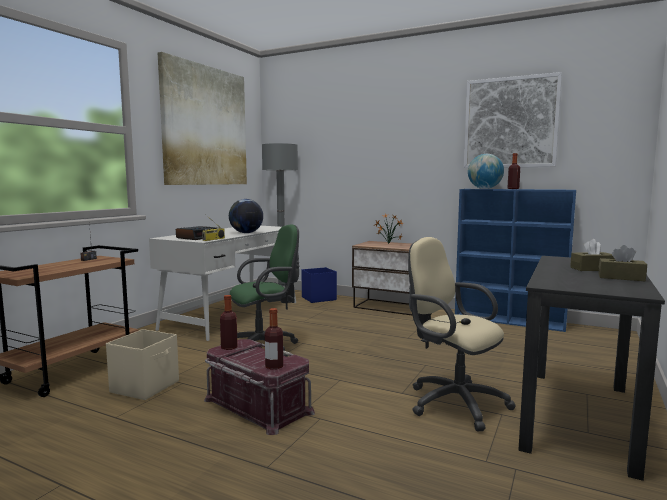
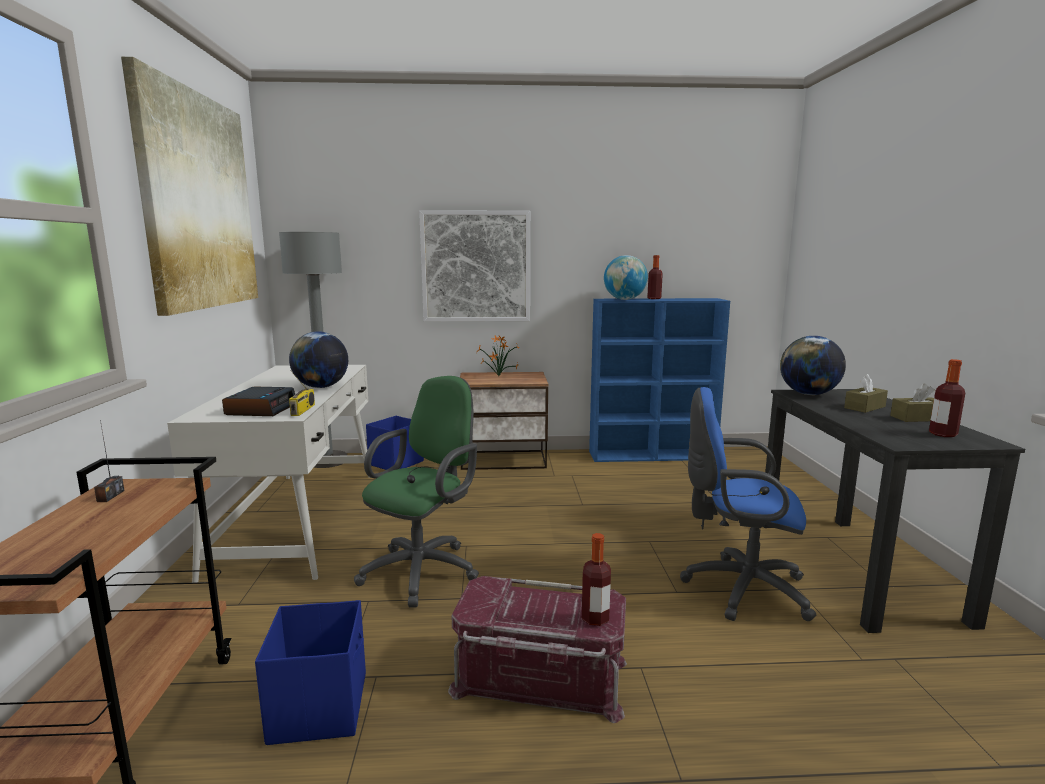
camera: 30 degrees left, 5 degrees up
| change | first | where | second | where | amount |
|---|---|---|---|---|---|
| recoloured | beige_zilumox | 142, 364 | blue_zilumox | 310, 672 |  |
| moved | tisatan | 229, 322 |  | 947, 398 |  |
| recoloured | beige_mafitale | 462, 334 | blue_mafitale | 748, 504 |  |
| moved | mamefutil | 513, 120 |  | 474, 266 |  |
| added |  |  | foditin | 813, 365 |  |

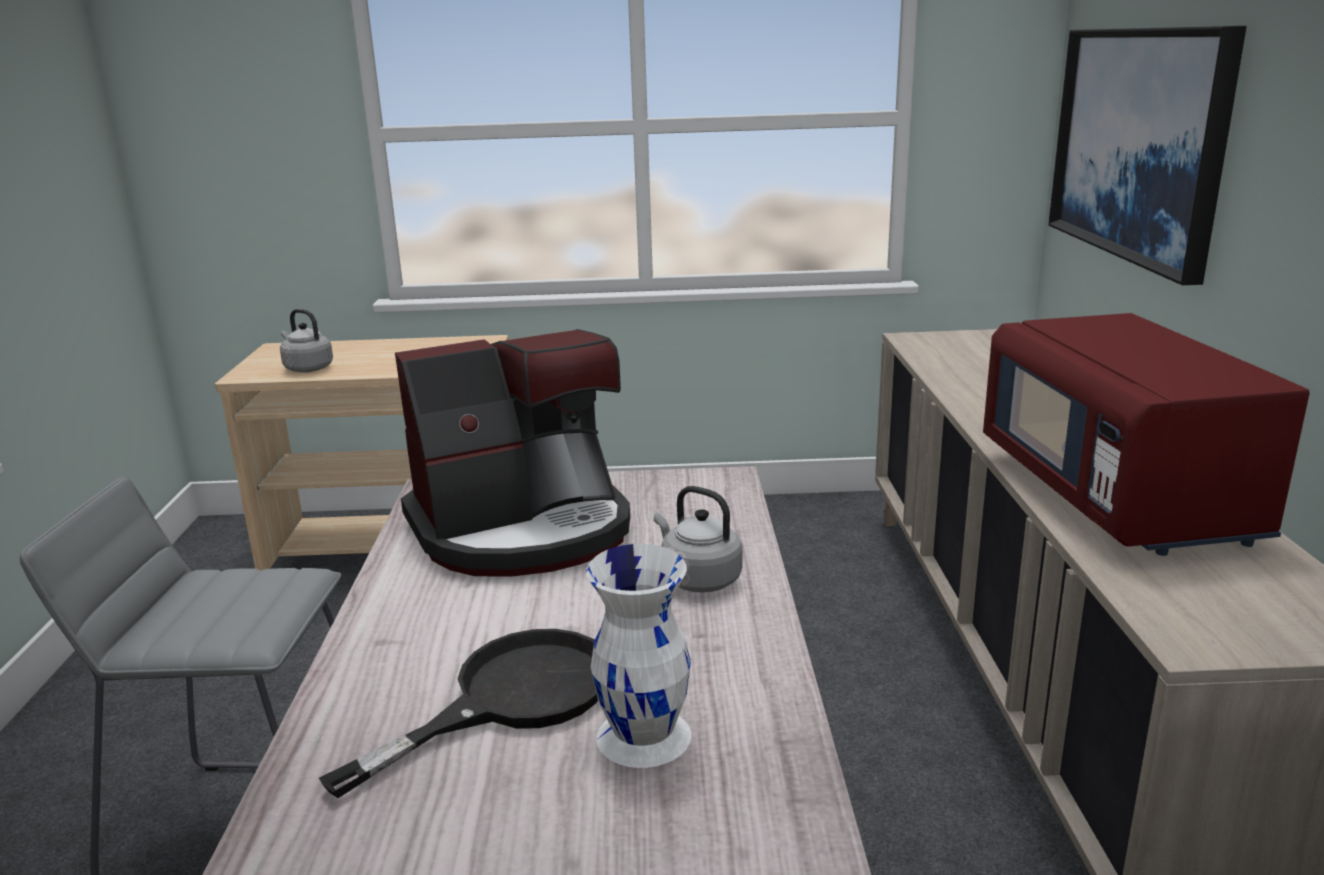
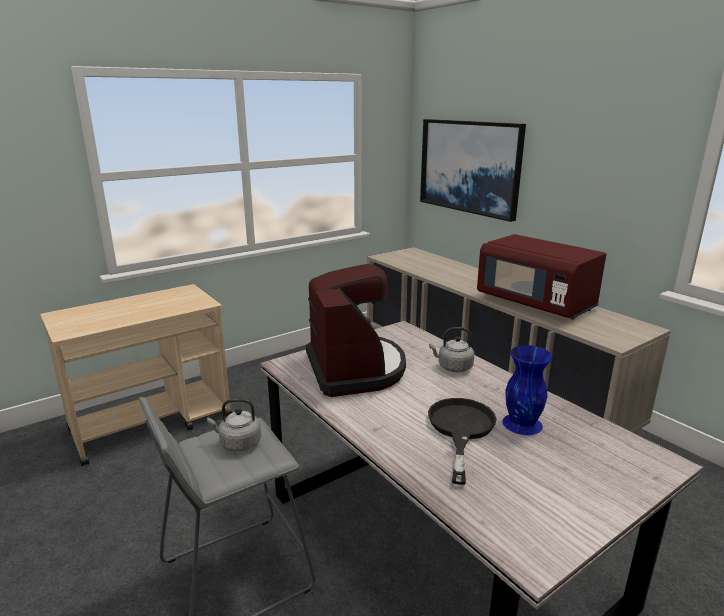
camera: 35 degrees left, 0 degrees up
| change | first | where | second | where | amount |
|---|---|---|---|---|---|
| moved | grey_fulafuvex | 306, 340 |  | 234, 425 |  |
| turned | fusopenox | 512, 453 |  | 356, 330 | 45 degrees counterclockwise |
| recoloured | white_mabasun | 638, 656 | blue_mabasun | 527, 390 |  |

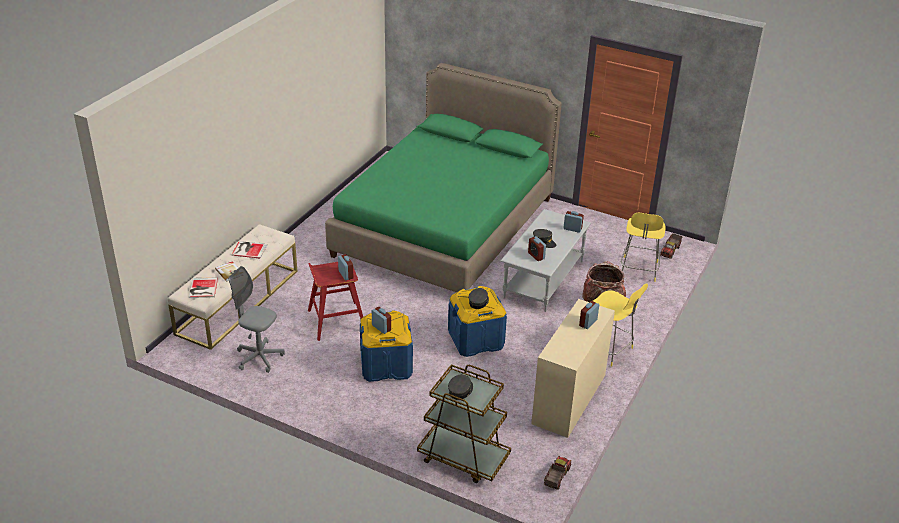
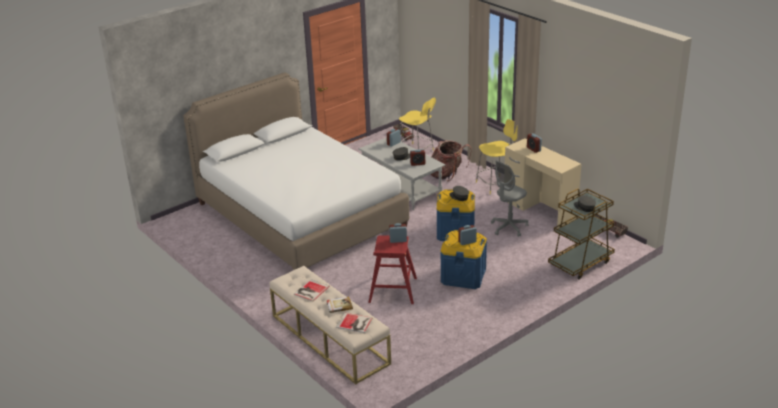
camera: 65 degrees left, 5 degrees down
| change | first | where | second | where | amount |
|---|---|---|---|---|---|
| moved | grey_mafitale | 257, 319 |  | 509, 198 |  |
| recoloured | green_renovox | 443, 177 | white_renovox | 296, 171 |  |

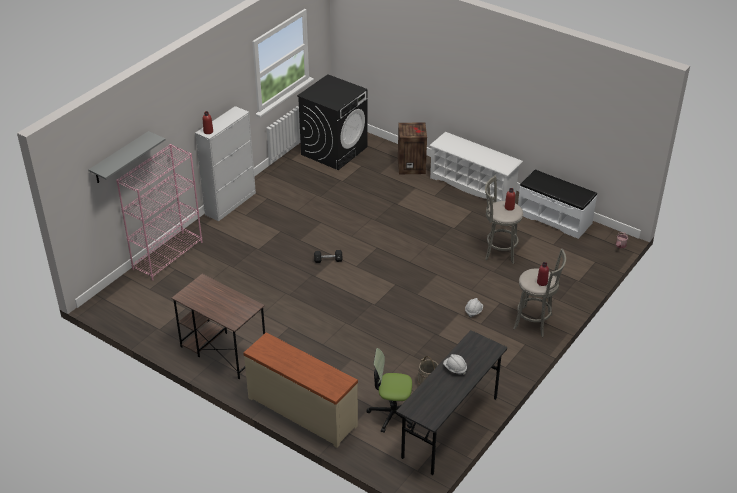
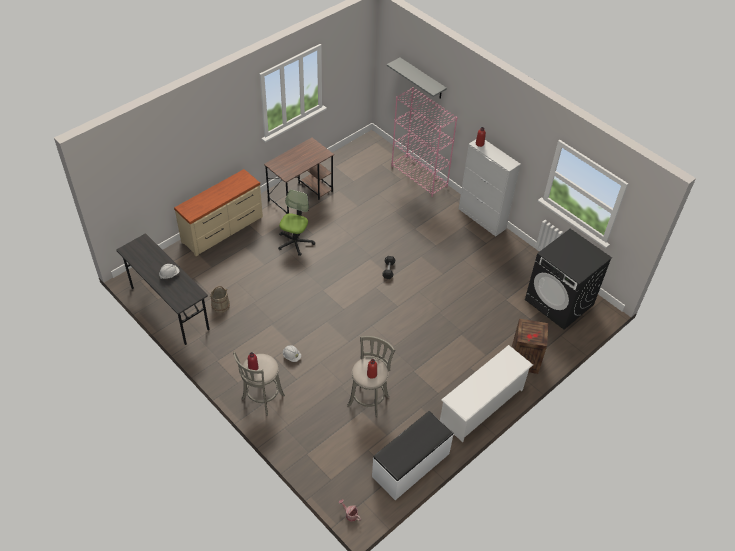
camera: 100 degrees right, 10 degrees up
| change | first | where | second | where | amount |
|---|---|---|---|---|---|
| moved | mafitale | 389, 390 |  | 296, 222 |  |

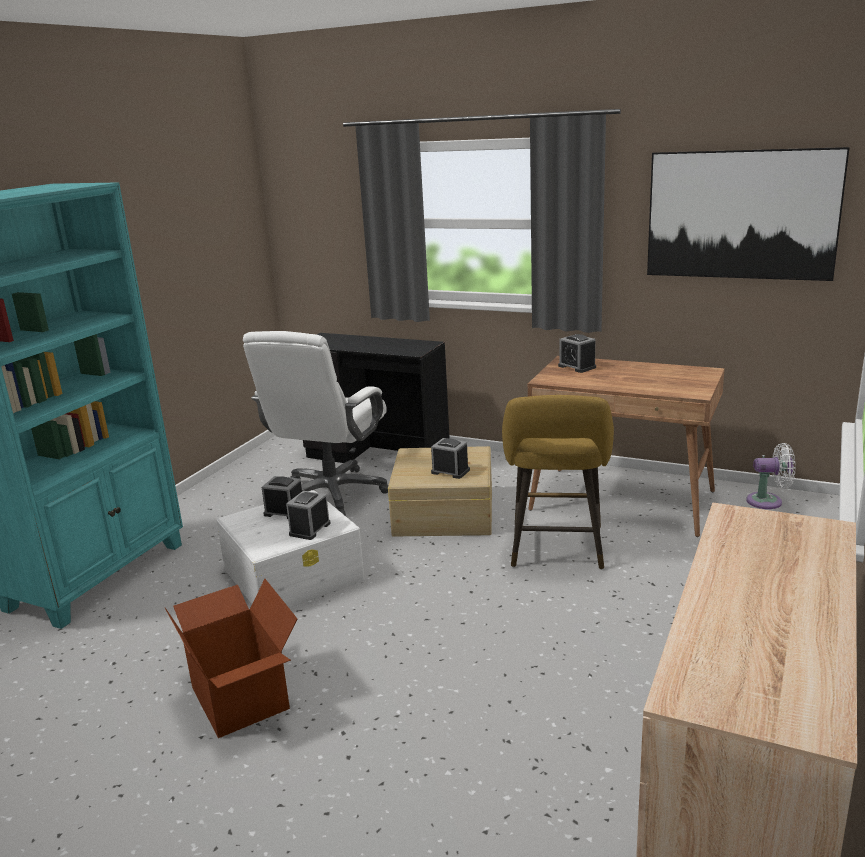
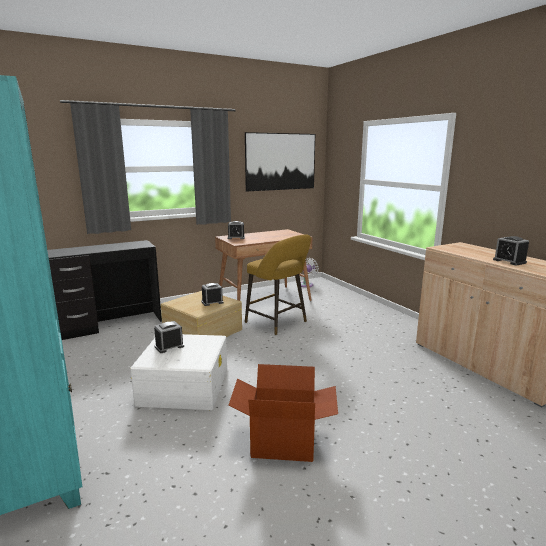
camera: 55 degrees left, 5 degrees down
| change | first | where | second | where | amount |
|---|---|---|---|---|---|
| removed | white_mafitale | 315, 423 |  |  |  |
| moved | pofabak | 308, 515 |  | 511, 250 |  |

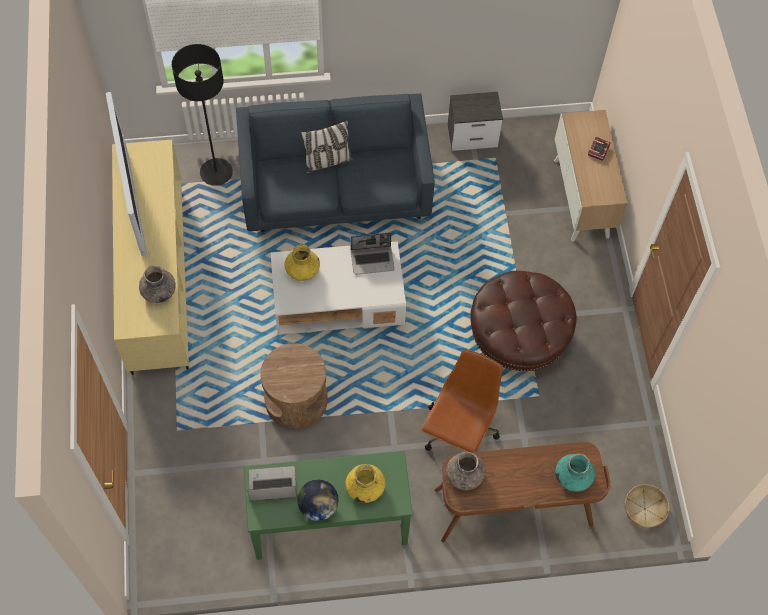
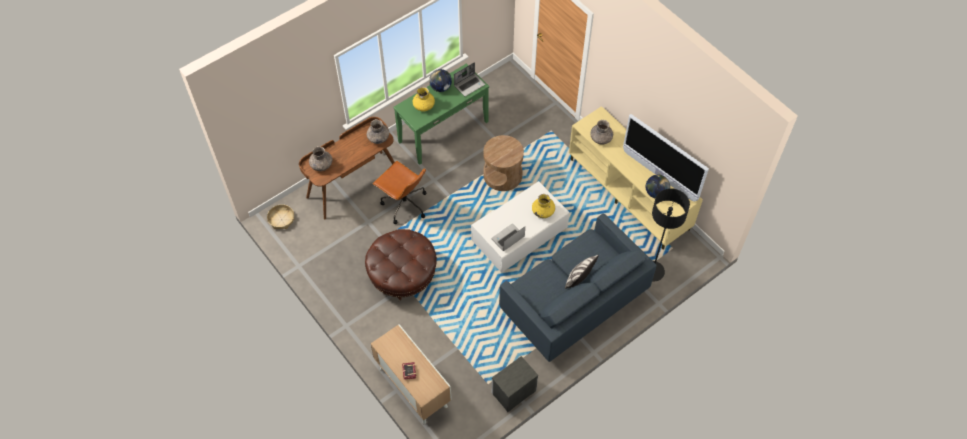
camera: 150 degrees right, 5 degrees down
| change | first | where | second | where | amount |
|---|---|---|---|---|---|
| turned | brown_mafitale | 462, 401 |  | 400, 192 | 45 degrees counterclockwise |
| recoloured | turquoise_mabasun | 575, 472 | grey_mabasun | 320, 158 |  |
| added |  |  | foditin | 658, 186 |  |

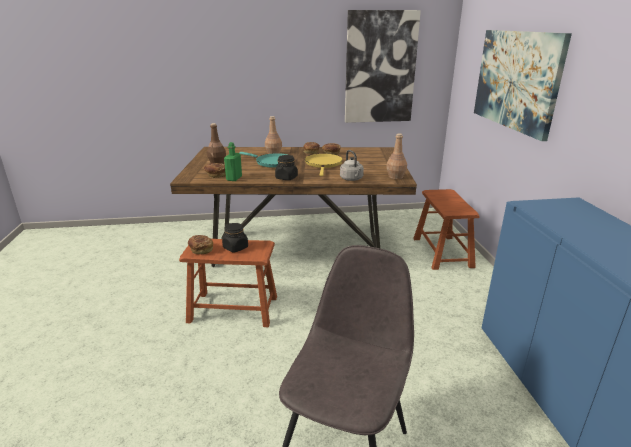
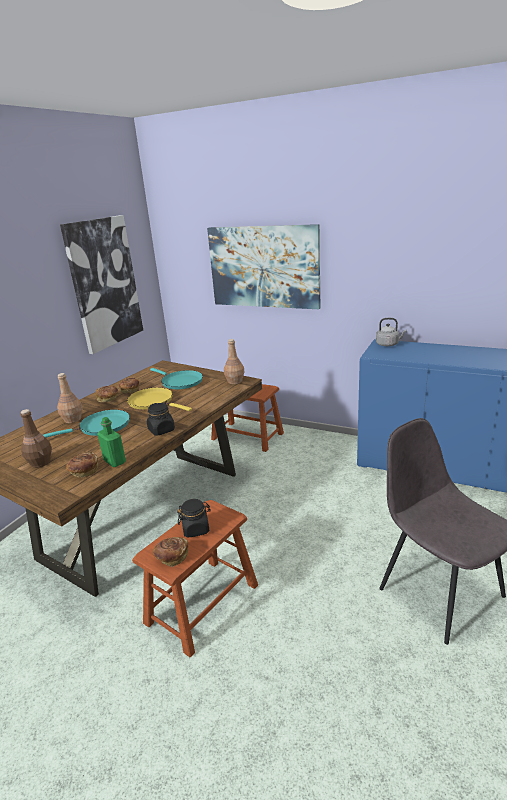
camera: 55 degrees left, 0 degrees up
| change | first | where | second | where | amount |
|---|---|---|---|---|---|
| moved | grey_fulafuvex | 352, 165 |  | 391, 332 |  |
| added |  |  | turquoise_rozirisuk | 176, 378 |  |

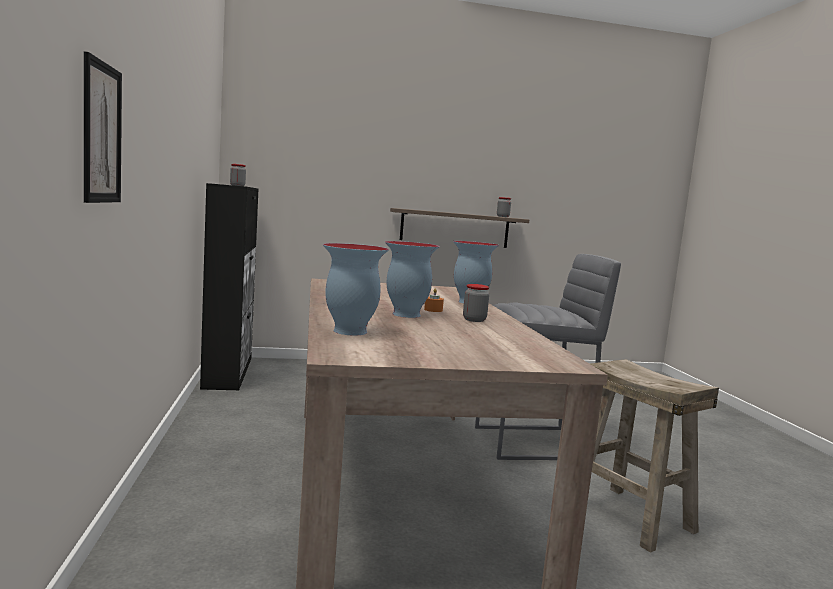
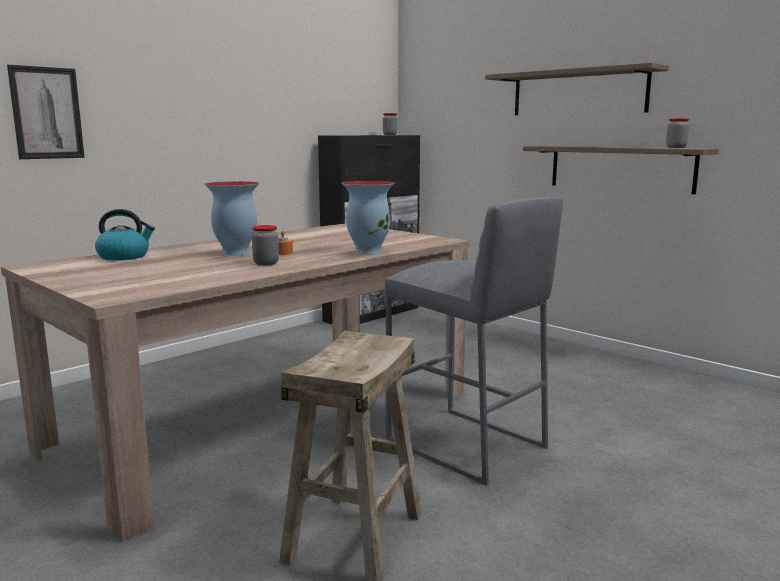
camera: 55 degrees right, 5 degrees up
| change | first | where | second | where | amount |
|---|---|---|---|---|---|
| replaced | mabasun | 356, 289 | fulafuvex | 125, 234 |  |
| added |  |  | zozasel | 577, 88 |  |

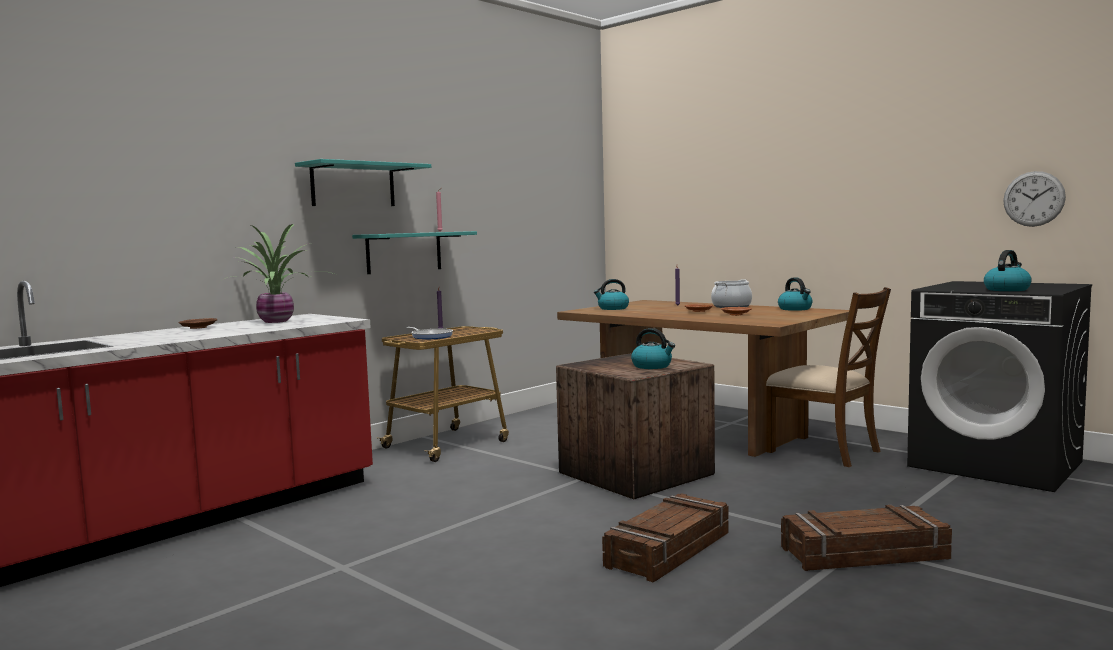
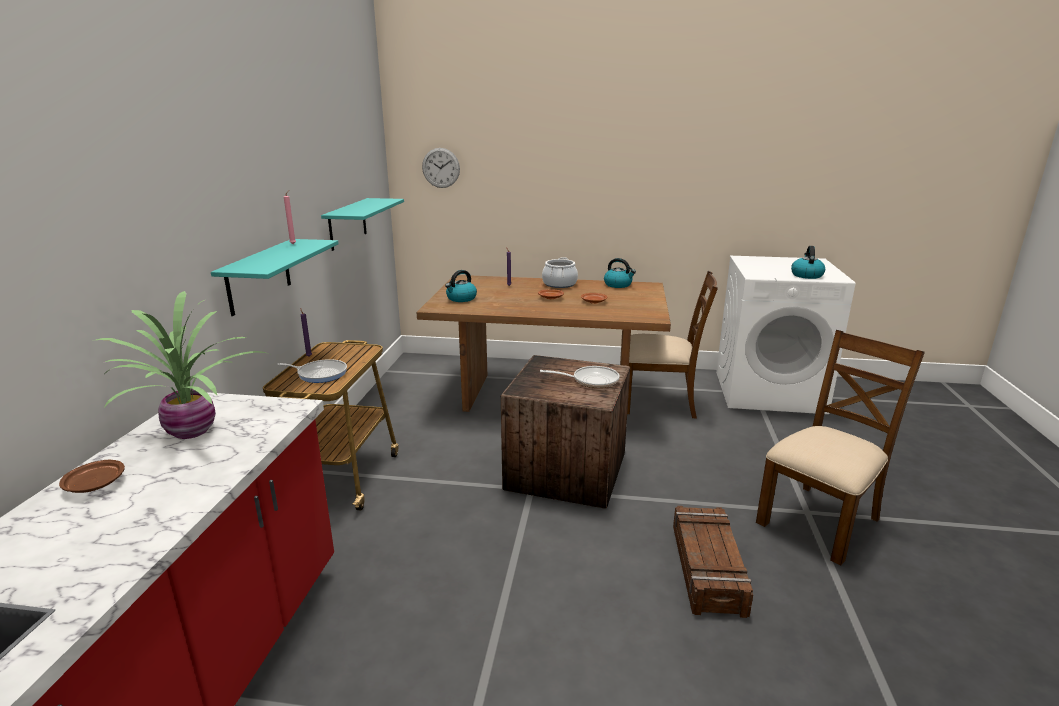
camera: 35 degrees left, 15 degrees up
| change | first | where | second | where | amount |
|---|---|---|---|---|---|
| moved | turquoise_zozasel | 363, 182 |  | 362, 224 |  |
| replaced | fulafuvex | 653, 348 | rozirisuk | 579, 377 |  |
| replaced | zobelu | 866, 538 | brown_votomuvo | 840, 448 |  |
| recoloured | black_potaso | 999, 386 | white_potaso | 786, 335 |  |
| moved | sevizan | 1034, 199 |  | 441, 168 |  |

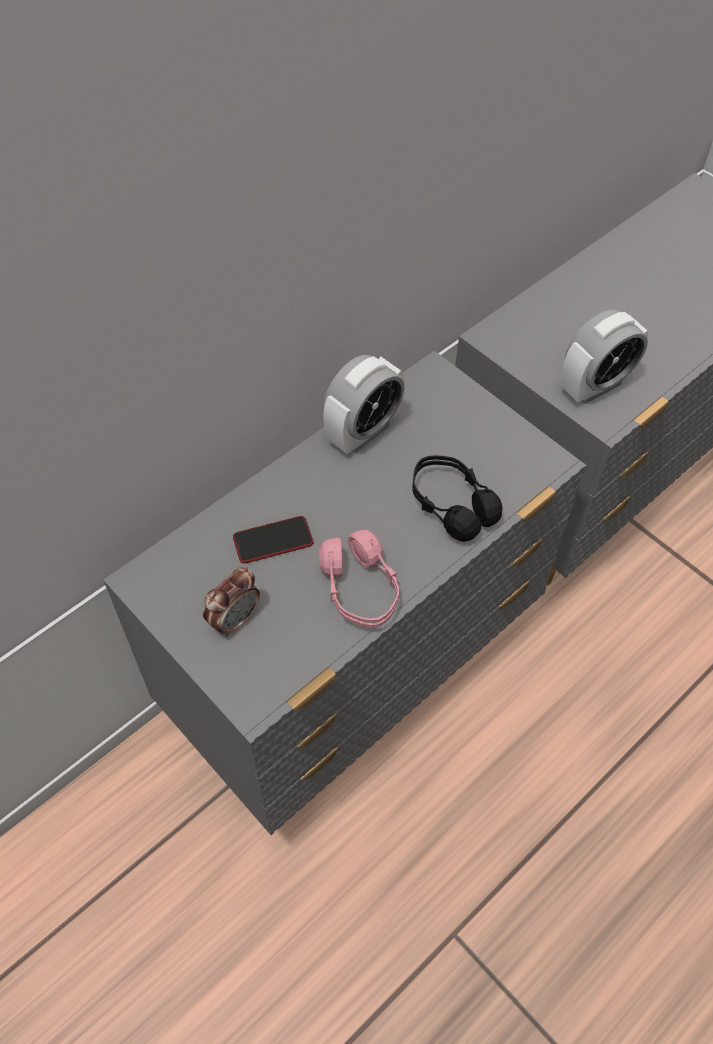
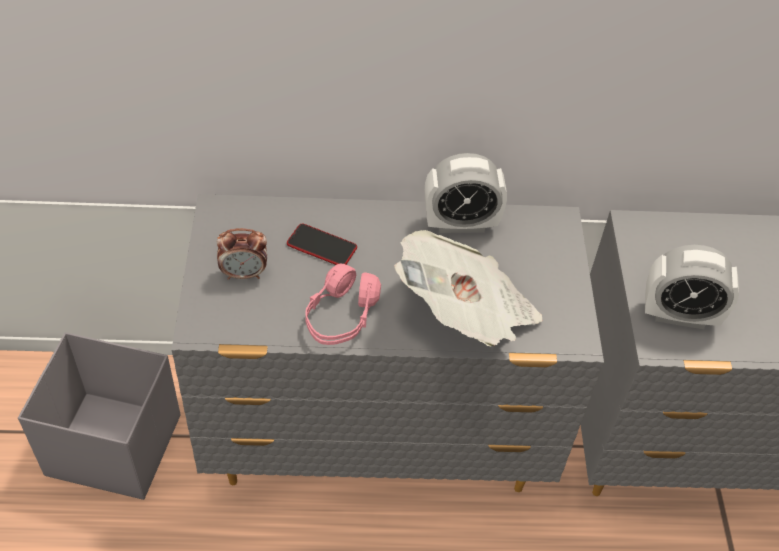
camera: 40 degrees right, 5 degrees down
| change | first | where | second | where | amount |
|---|---|---|---|---|---|
| replaced | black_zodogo | 457, 498 | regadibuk | 468, 288 |  |
| added |  |  | grey_zilumox | 99, 416 |  |

